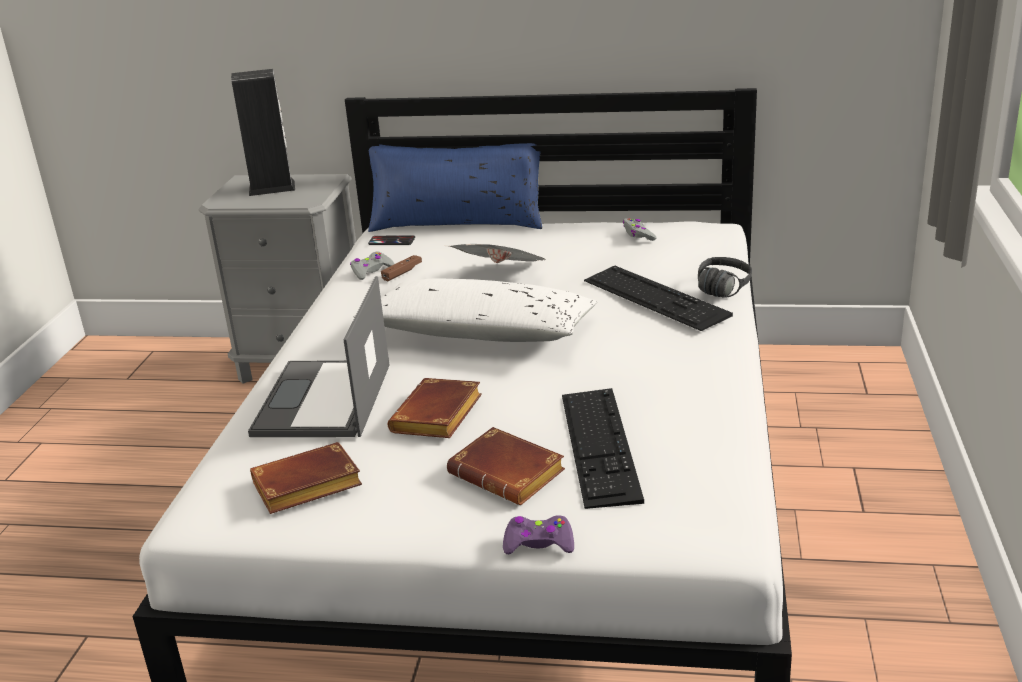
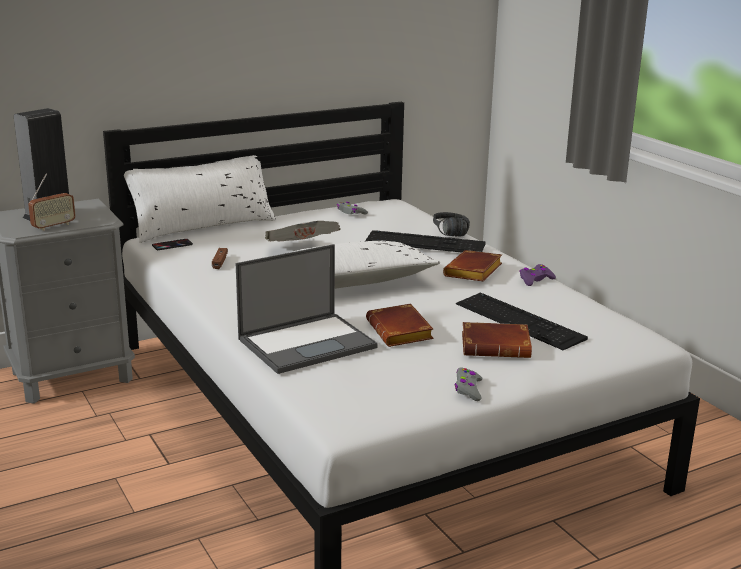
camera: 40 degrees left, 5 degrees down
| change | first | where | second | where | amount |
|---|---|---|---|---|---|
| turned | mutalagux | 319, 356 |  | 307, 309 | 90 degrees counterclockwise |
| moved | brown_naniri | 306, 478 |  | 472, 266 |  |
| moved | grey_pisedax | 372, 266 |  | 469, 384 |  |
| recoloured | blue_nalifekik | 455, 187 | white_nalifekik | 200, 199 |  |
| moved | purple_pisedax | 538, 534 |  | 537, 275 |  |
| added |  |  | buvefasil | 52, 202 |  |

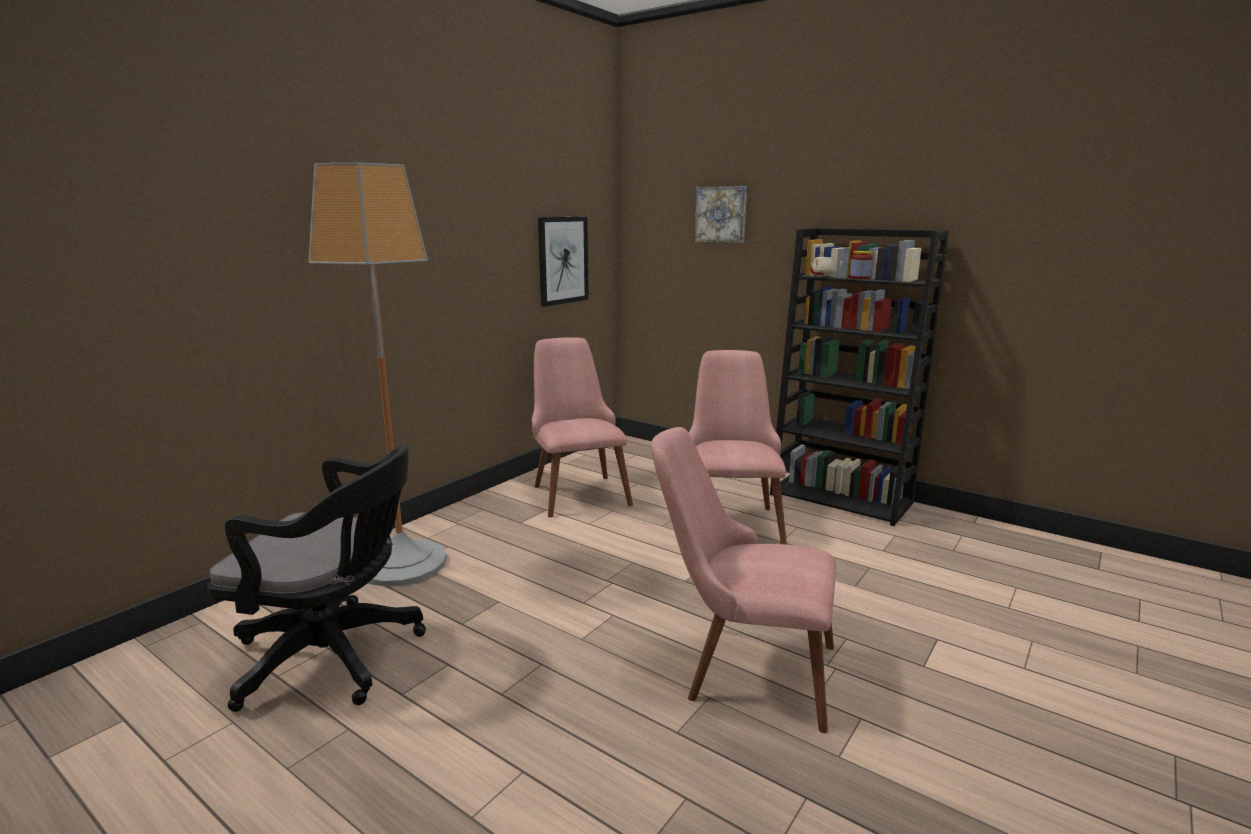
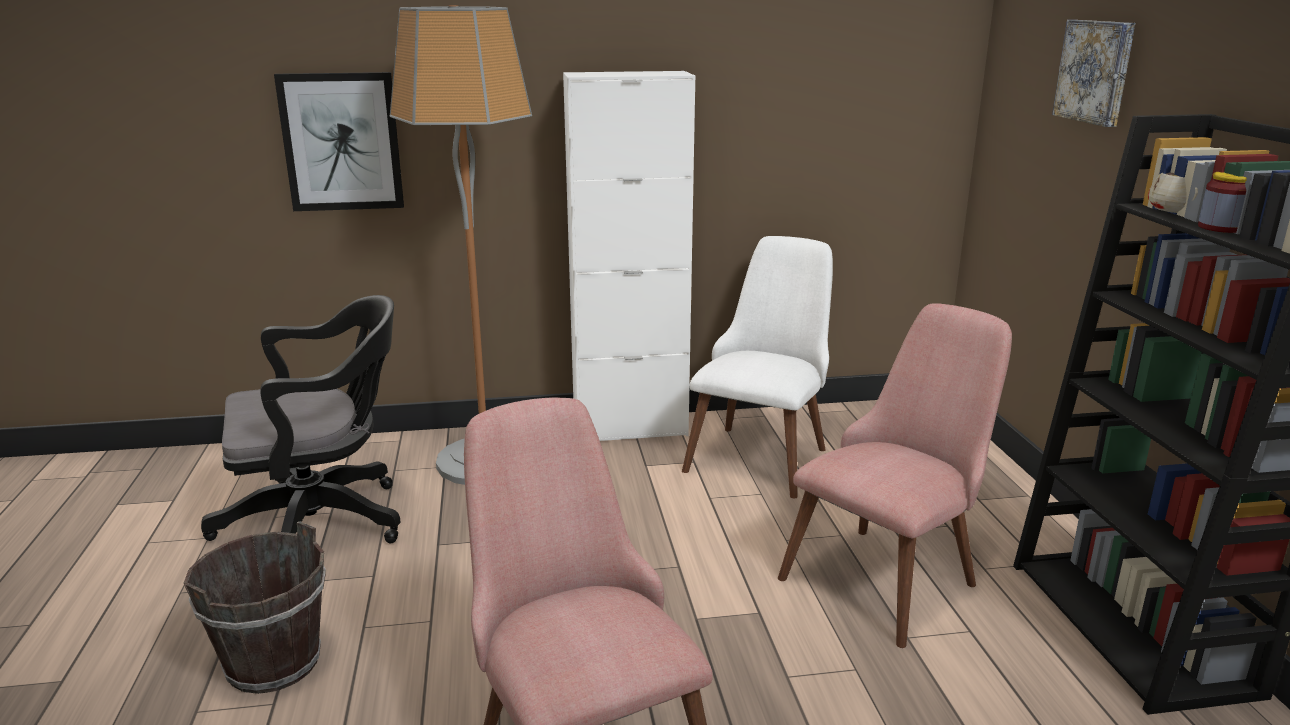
camera: 45 degrees right, 5 degrees up
| change | first | where | second | where | amount |
|---|---|---|---|---|---|
| turned | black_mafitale | 316, 578 |  | 301, 419 | 75 degrees counterclockwise |
| recoloured | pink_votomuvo | 582, 427 | white_votomuvo | 757, 367 |  |
| moved | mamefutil | 563, 262 |  | 339, 141 |  |
| added |  |  | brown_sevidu | 255, 607 |  |
| added |  |  | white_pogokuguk | 629, 256 |  |

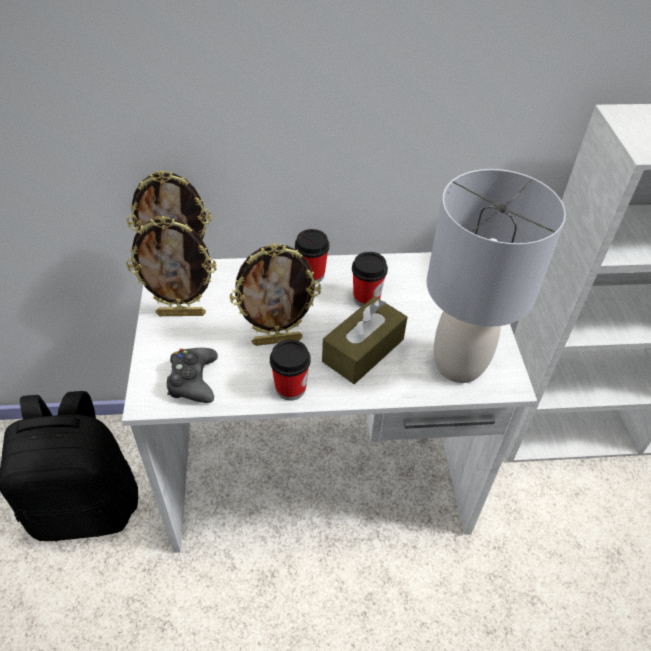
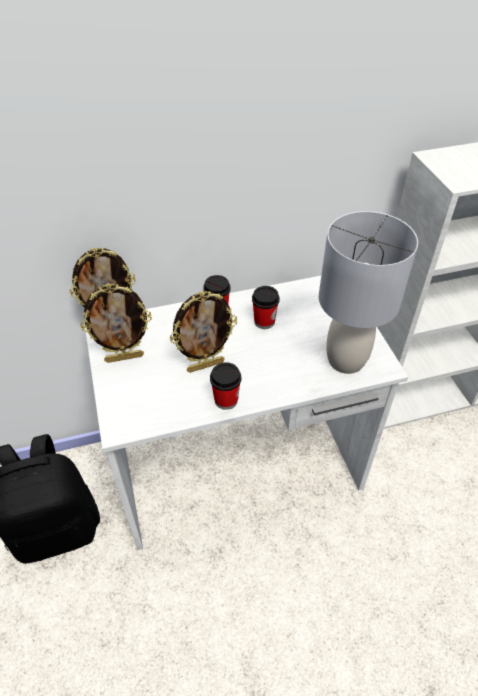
camera: 10 degrees left, 0 degrees up
| change | first | where | second | where | amount |
|---|---|---|---|---|---|
| removed | black_pisedax | 192, 375 |  |  |  |
| removed | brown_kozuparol | 364, 340 |  |  |  |

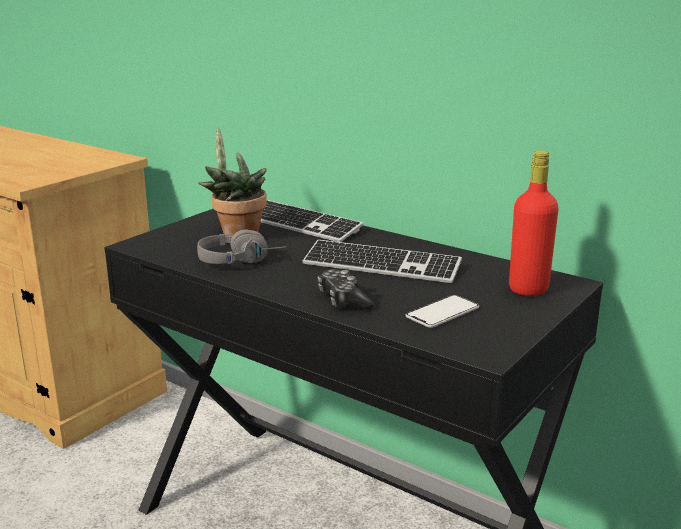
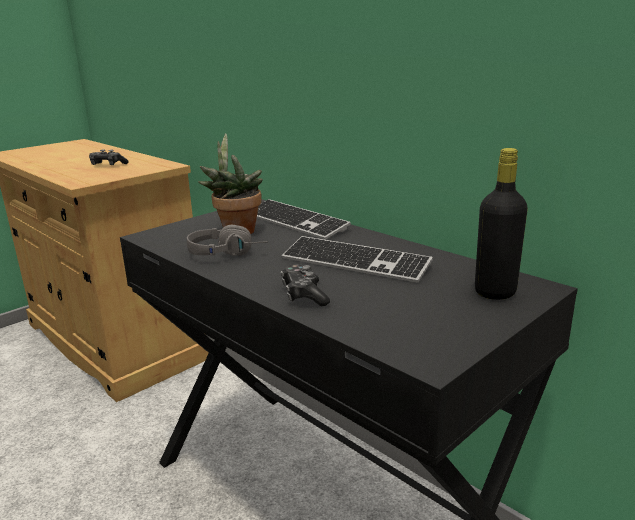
camera: 10 degrees right, 0 degrees up
| change | first | where | second | where | amount |
|---|---|---|---|---|---|
| removed | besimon | 442, 311 |  |  |  |
| recoloured | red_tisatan | 533, 223 | black_tisatan | 501, 224 |  |
| added |  |  | pisedax | 109, 157 |  |

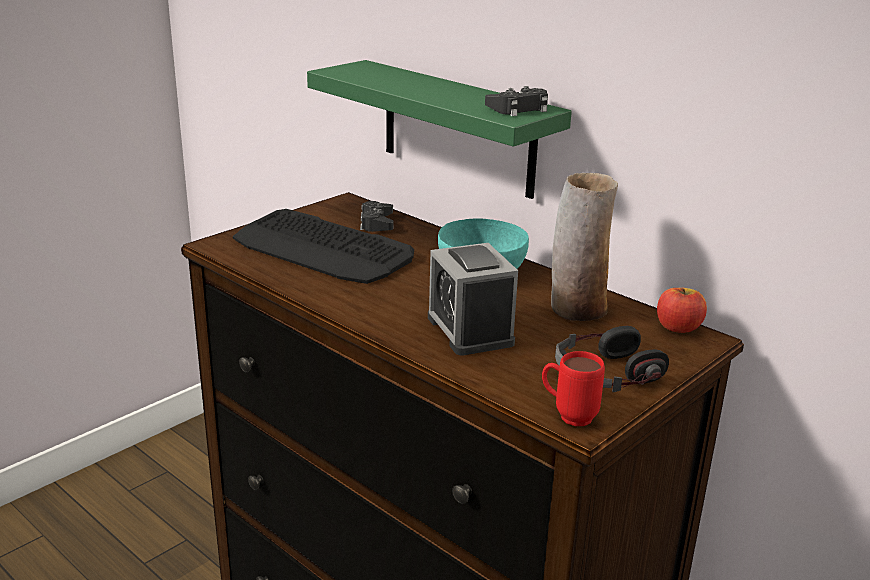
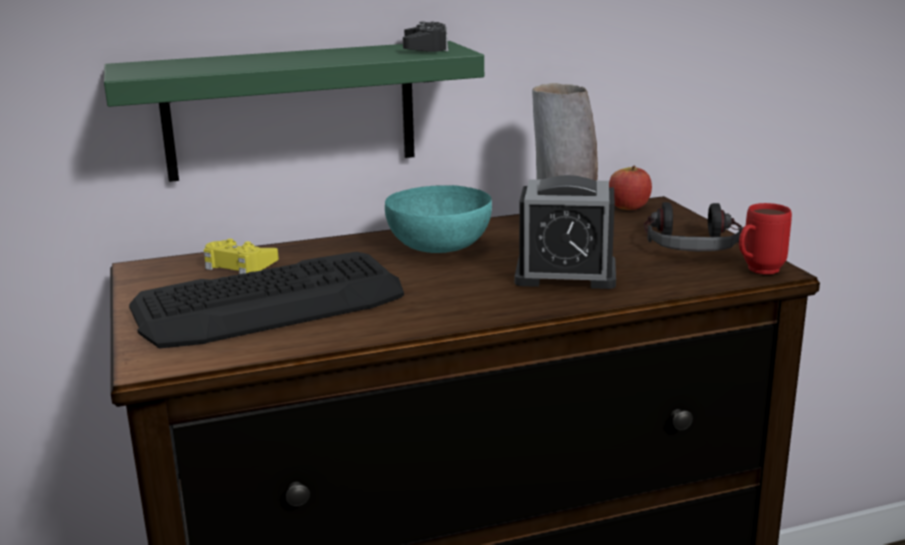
camera: 60 degrees left, 5 degrees down
| change | first | where | second | where | amount |
|---|---|---|---|---|---|
| recoloured | black_pisedax | 377, 216 | yellow_pisedax | 241, 256 |  |

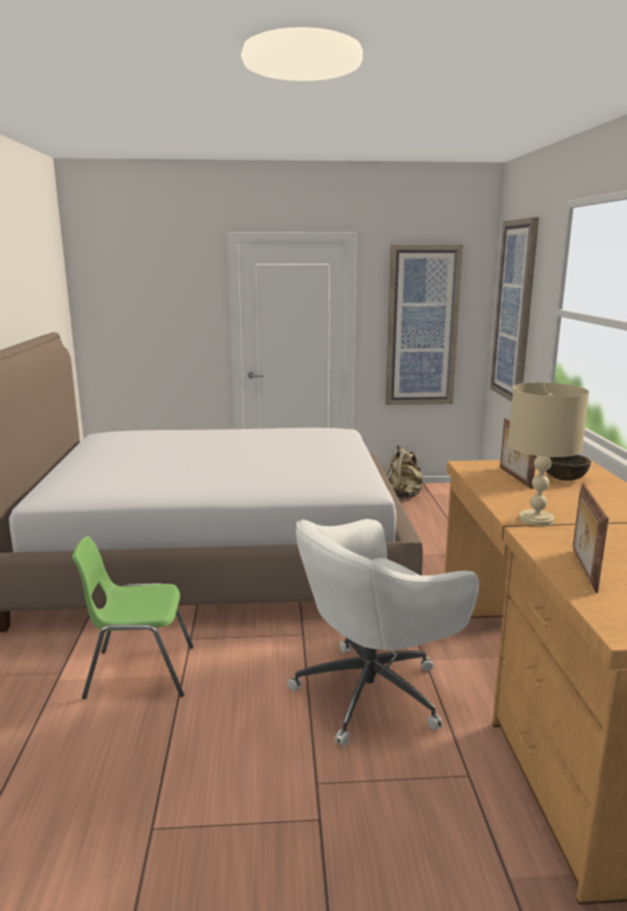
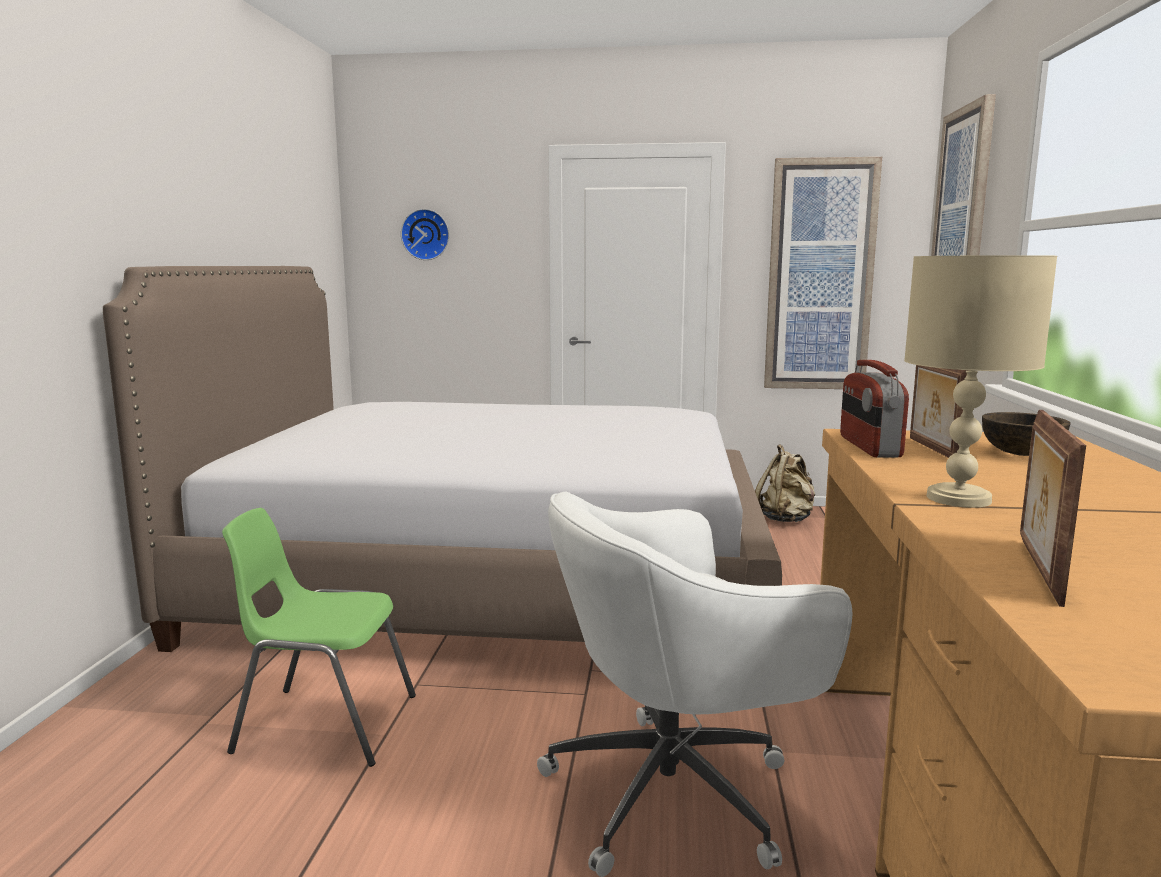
camera: 10 degrees right, 5 degrees down
| change | first | where | second | where | amount |
|---|---|---|---|---|---|
| added |  |  | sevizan | 425, 234 |  |
| added |  |  | buvefasil | 874, 409 |  |

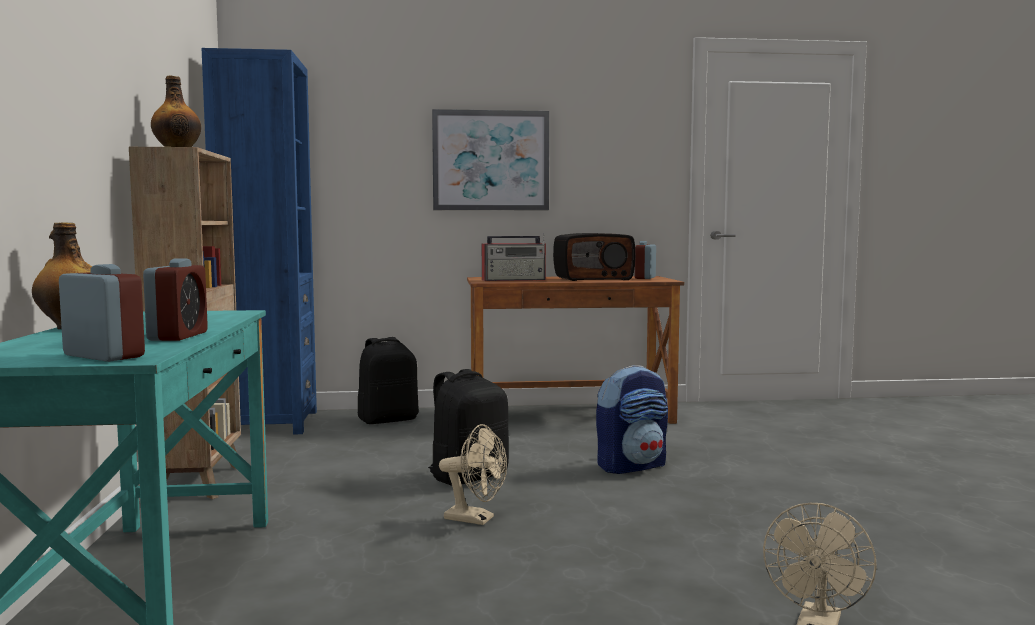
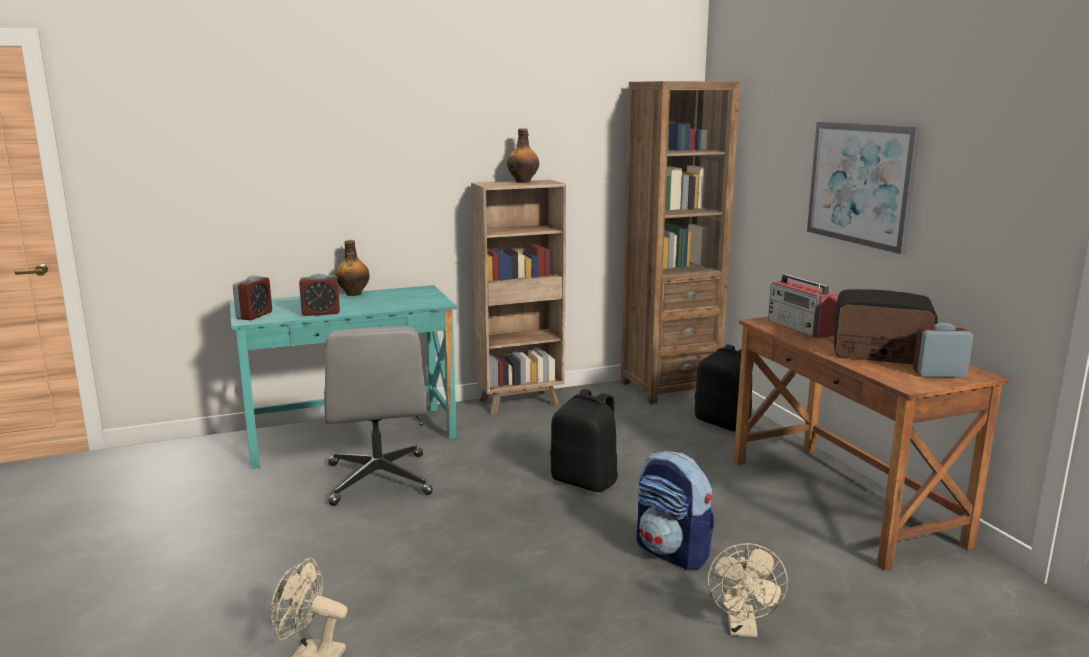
camera: 75 degrees right, 10 degrees up
| change | first | where | second | where | amount |
|---|---|---|---|---|---|
| recoloured | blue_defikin | 259, 241 | brown_defikin | 680, 242 |  |
| moved | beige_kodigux | 473, 474 |  | 747, 590 |  |
| turned | buvefasil | 594, 257 |  | 886, 326 | 135 degrees clockwise |
| added |  |  | grey_mafitale | 378, 416 |  |

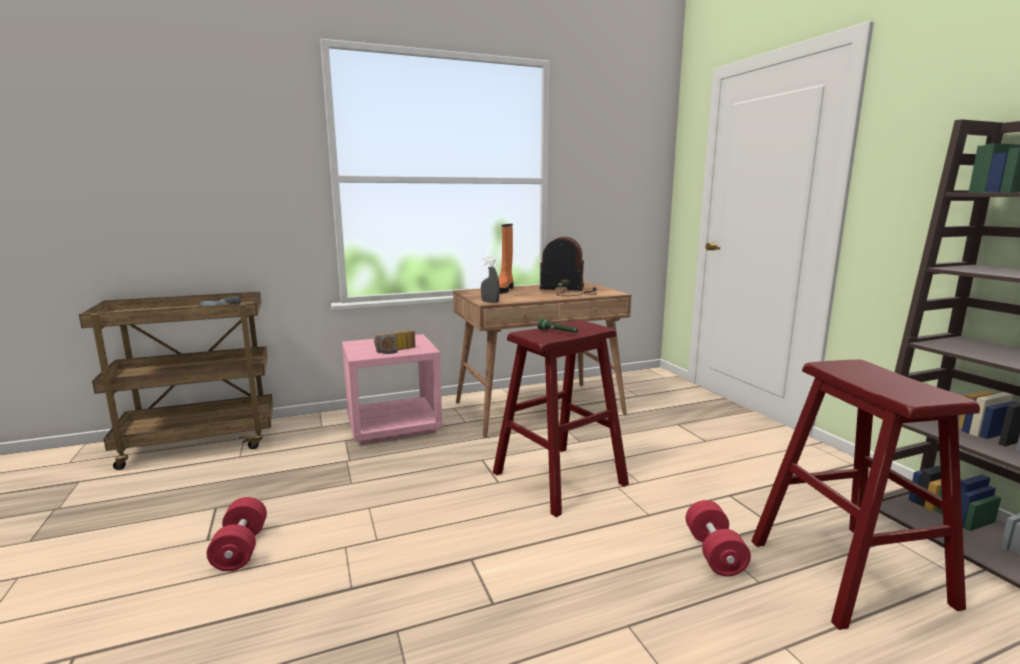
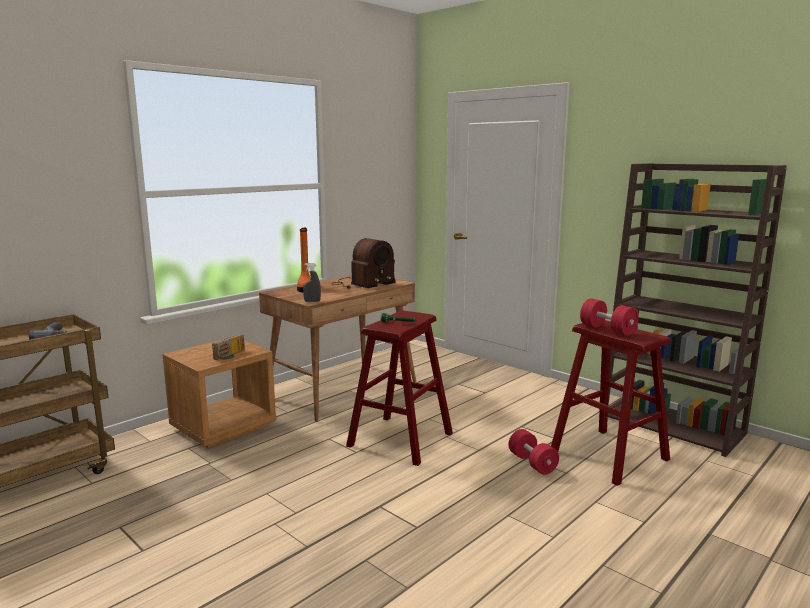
camera: 25 degrees left, 0 degrees up
| change | first | where | second | where | amount |
|---|---|---|---|---|---|
| moved | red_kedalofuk | 236, 534 |  | 609, 317 |  |
| recoloured | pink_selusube | 392, 389 | brown_selusube | 219, 394 |  |
| turned | buvefasil | 568, 266 |  | 363, 263 | 150 degrees clockwise |

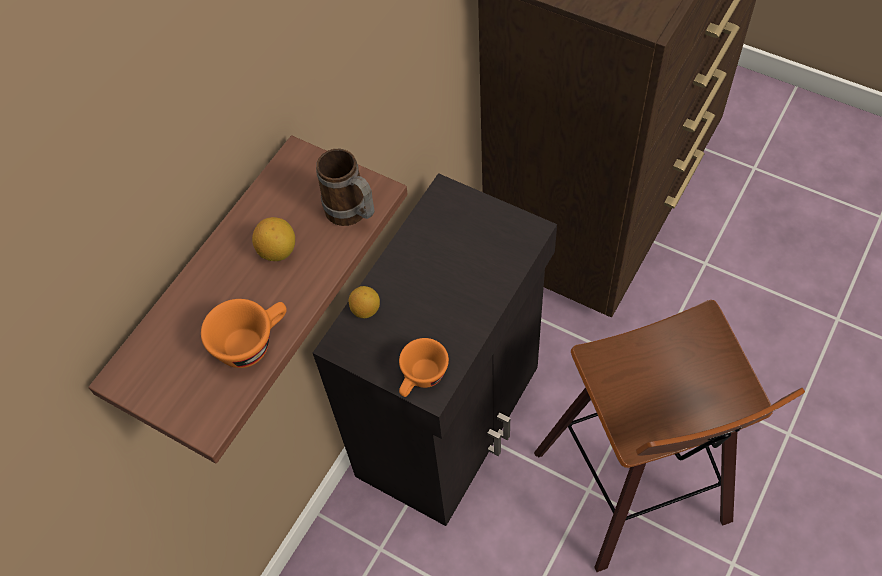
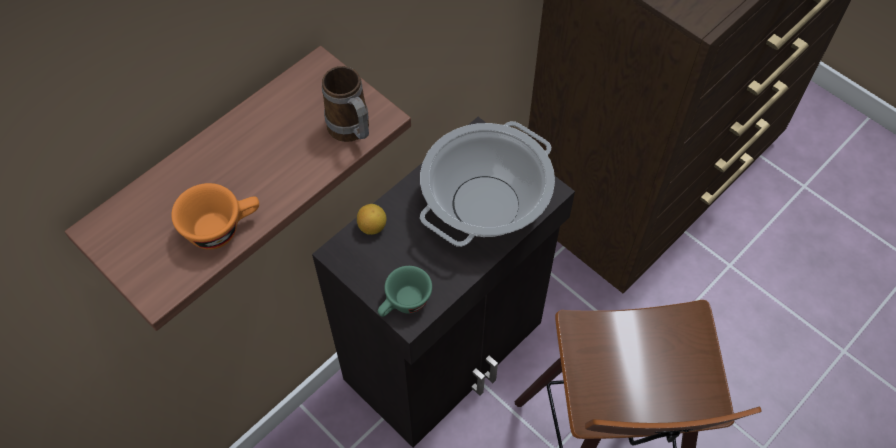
camera: 10 degrees right, 0 degrees up
| change | first | where | second | where | amount |
|---|---|---|---|---|---|
| removed | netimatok | 273, 239 |  |  |  |
| recoloured | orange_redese | 424, 367 | green_redese | 405, 291 |  |
| added |  |  | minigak | 487, 184 |  |

